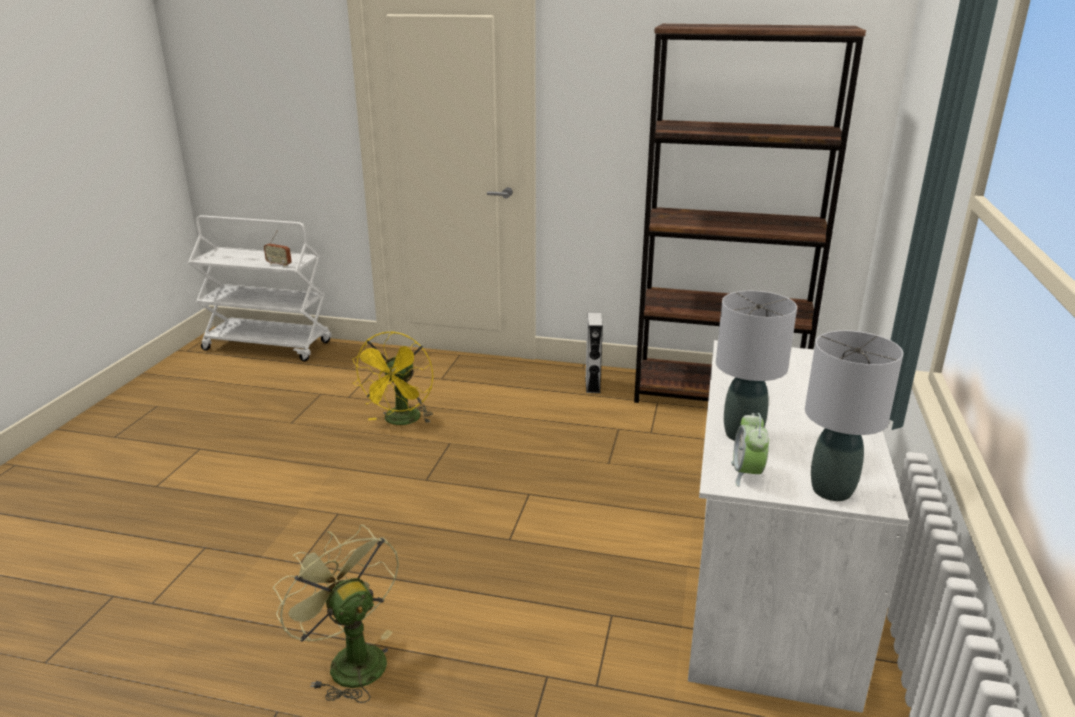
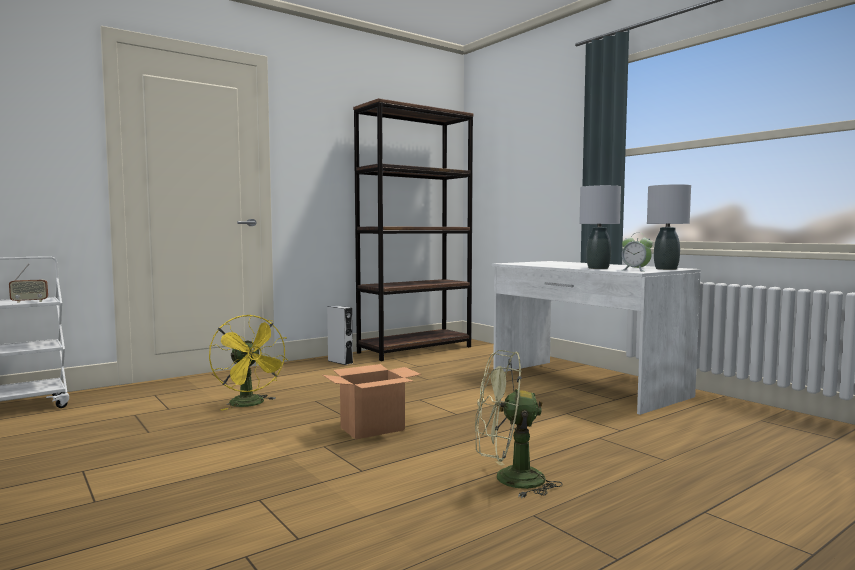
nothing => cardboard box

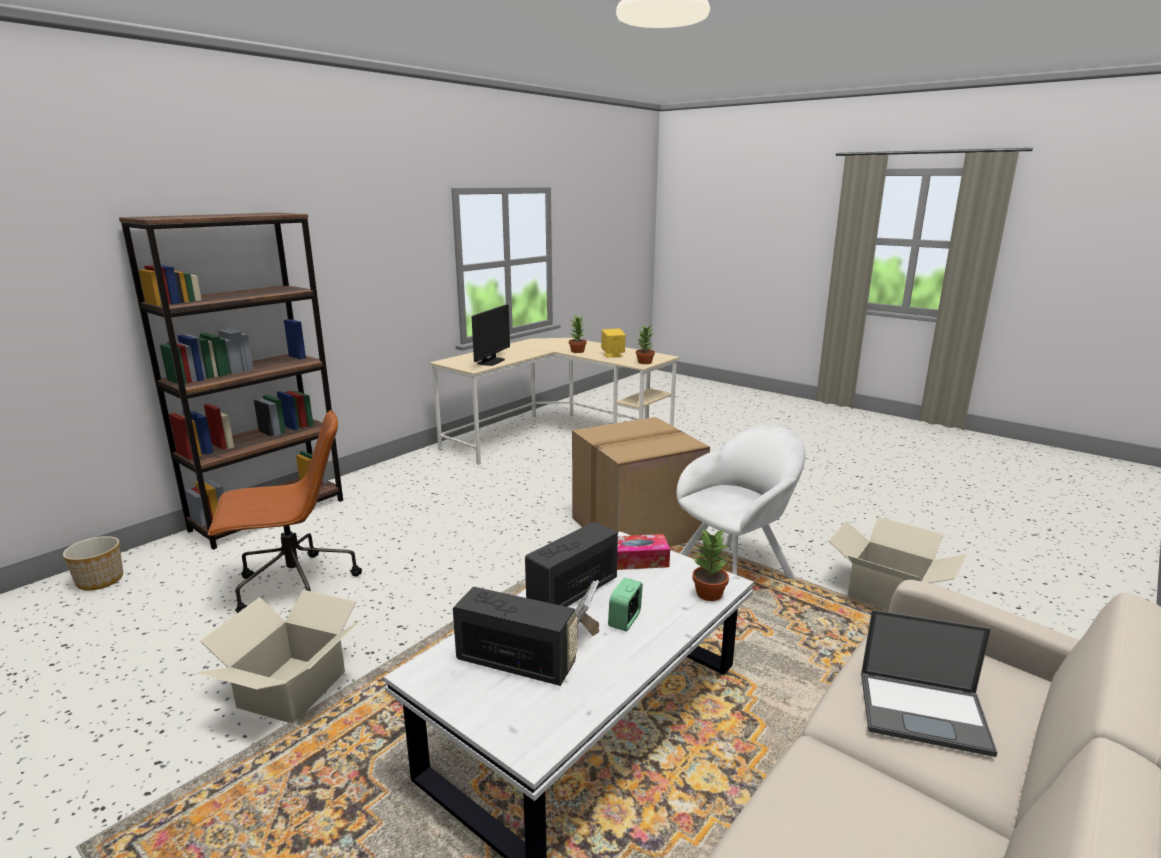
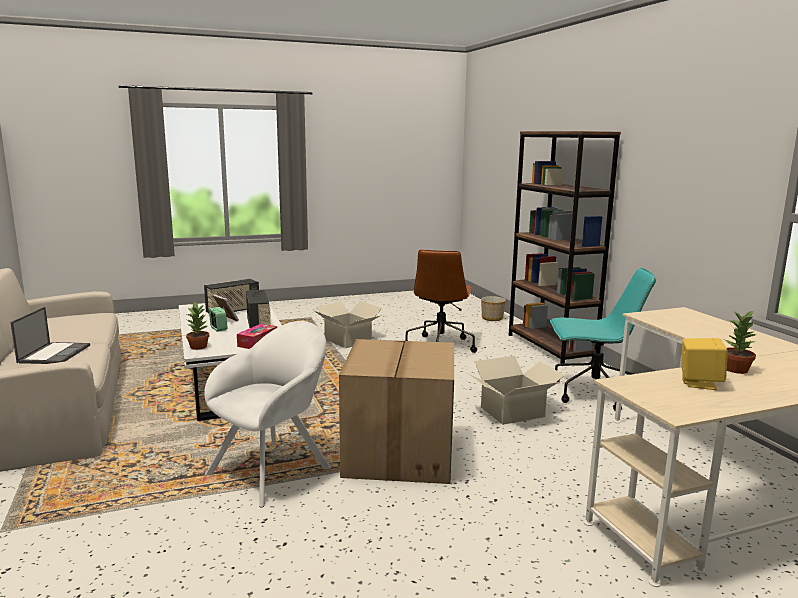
monitor => nothing
potted plant (no. 2 from left) => nothing
white armchair, 135 degrees counterclockwise
cardboard box (no. 3 from left), shifted
laptop, 135 degrees clockwise
nothing => turquoise office chair

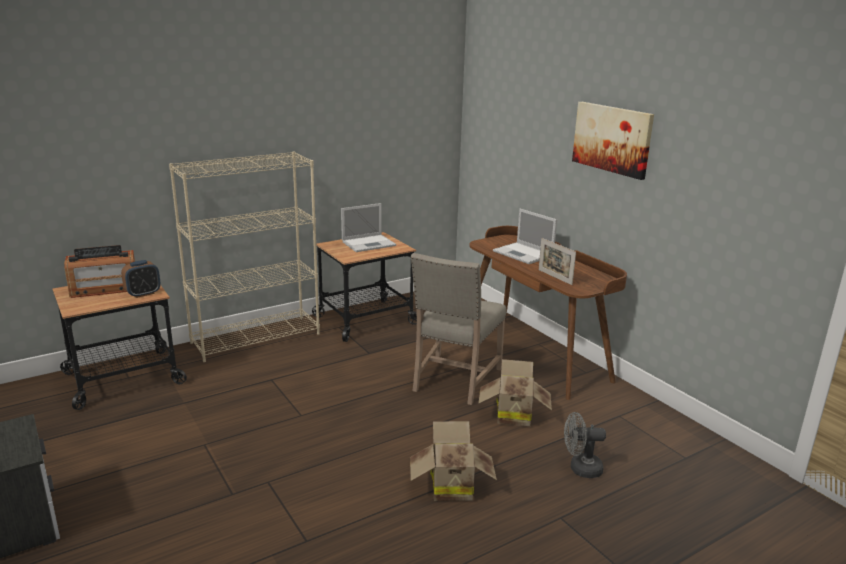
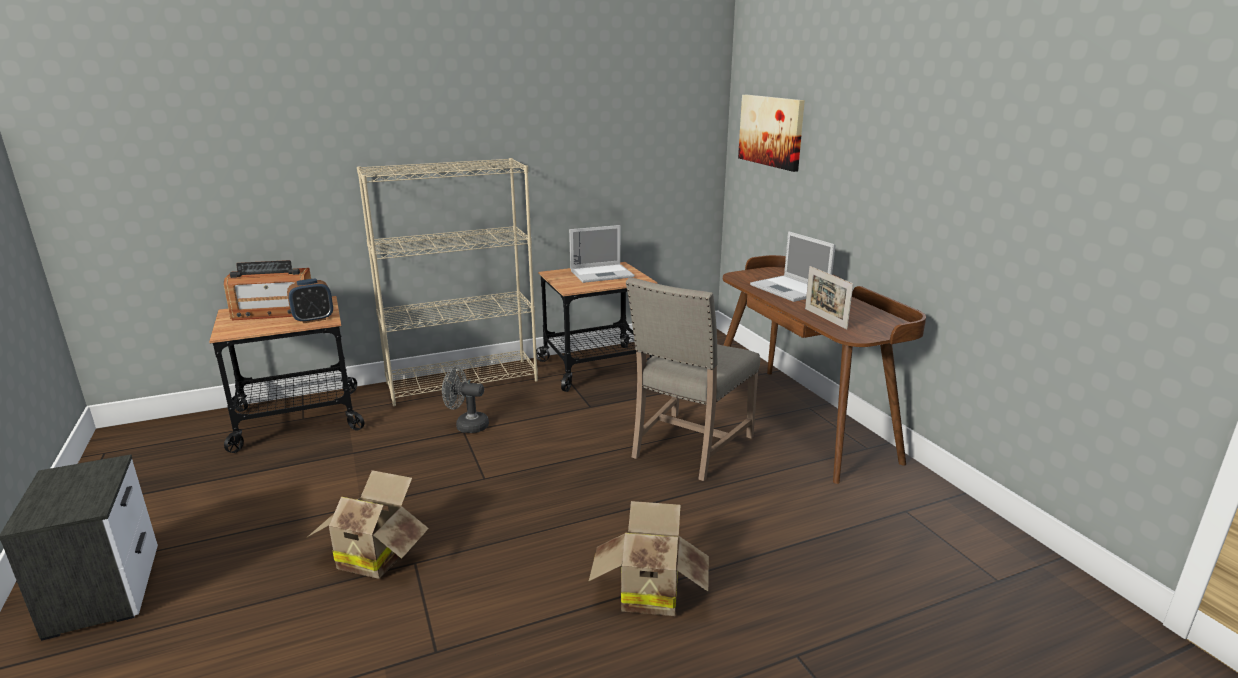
cardboard box (no. 2 from left in the first image) => cardboard box (no. 1 from left), shifted
grey fan, shifted
picture, shifted

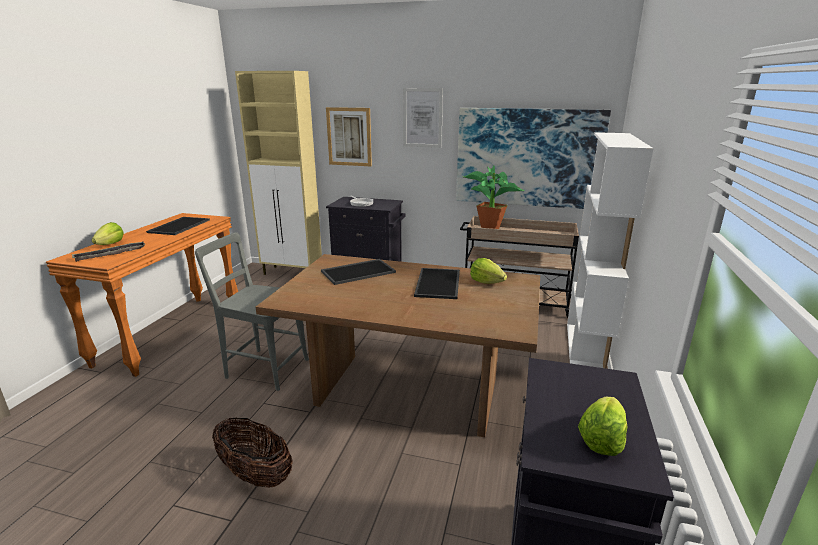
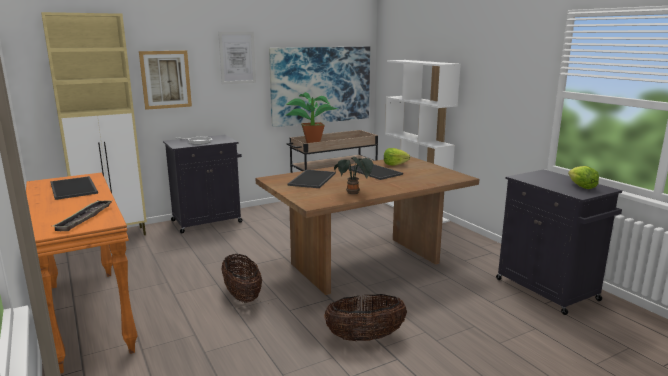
lettuce (no. 1 from left) => nothing
grey chair => basket (no. 1 from left)
nothing => potted plant (no. 2 from left)

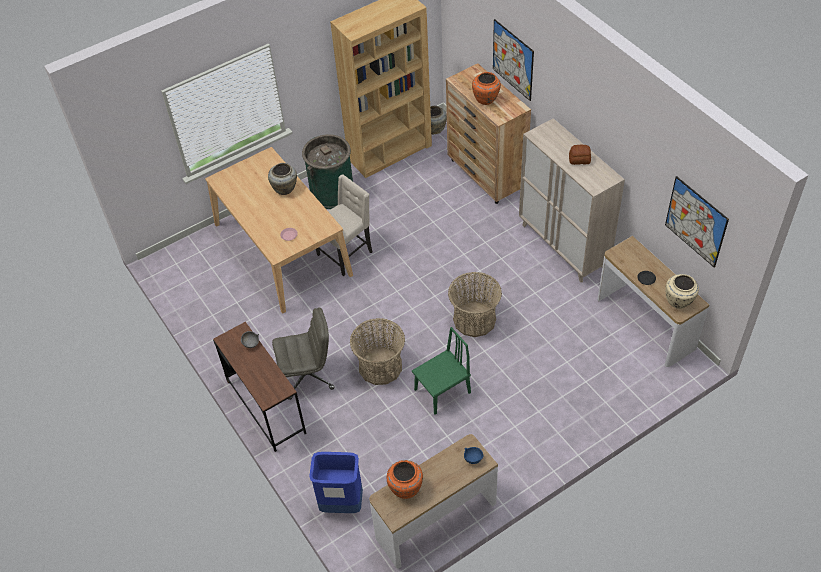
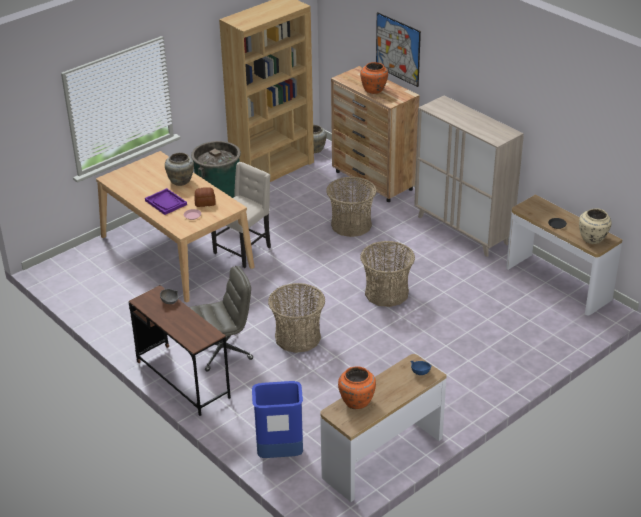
green chair => nothing
bread, shifted
picture (no. 2 from left) => nothing
nothing => purple tray
nothing => basket (no. 2 from left)

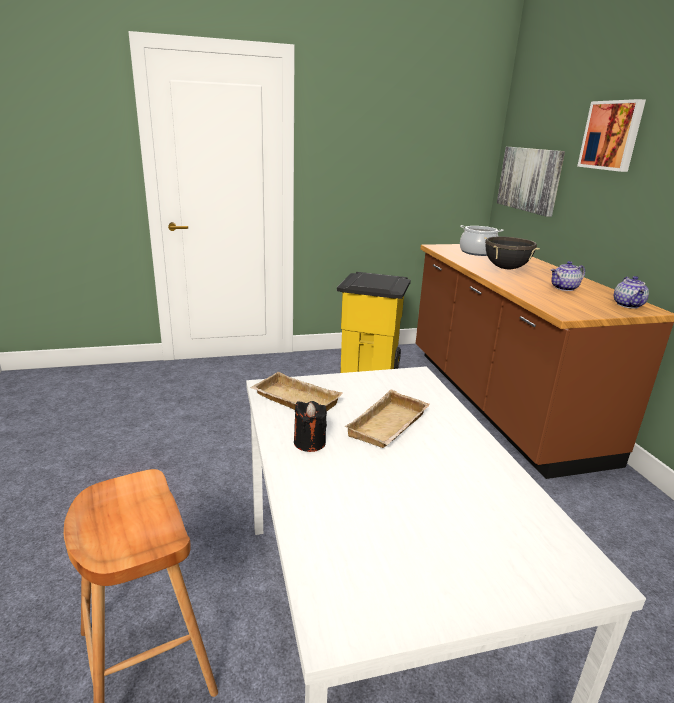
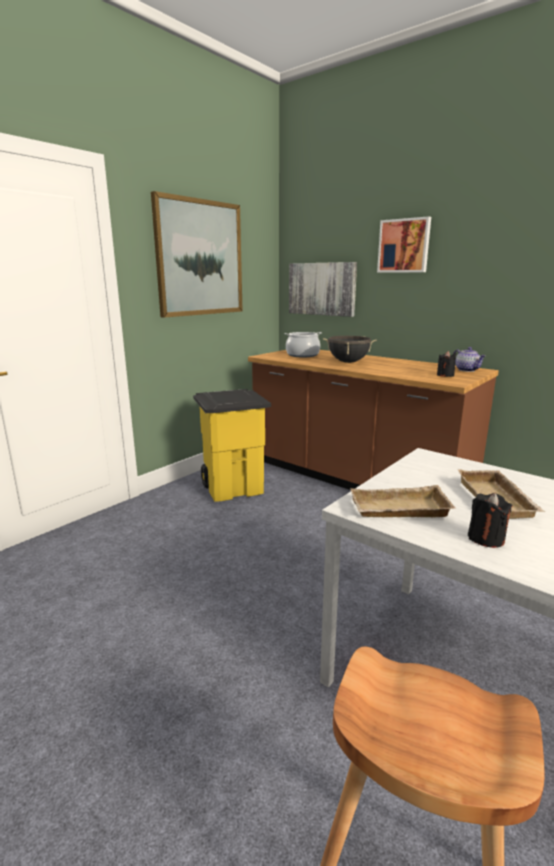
teapot (no. 1 from left) => nothing
nothing => picture (no. 1 from left)
nothing => black candle (no. 1 from left)

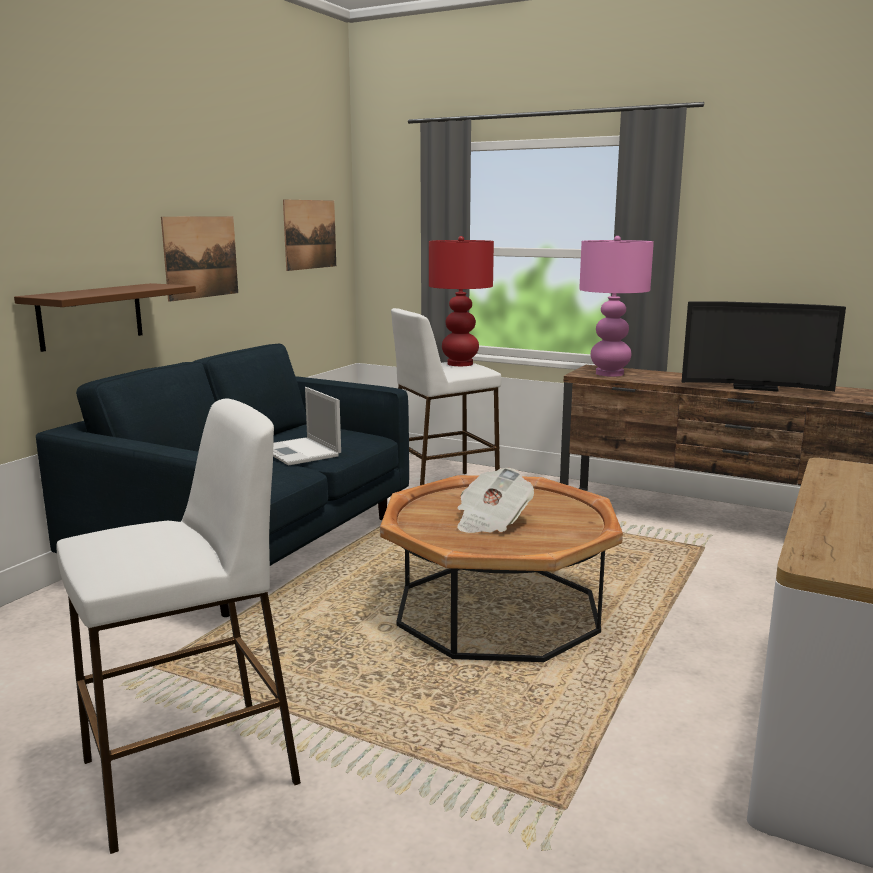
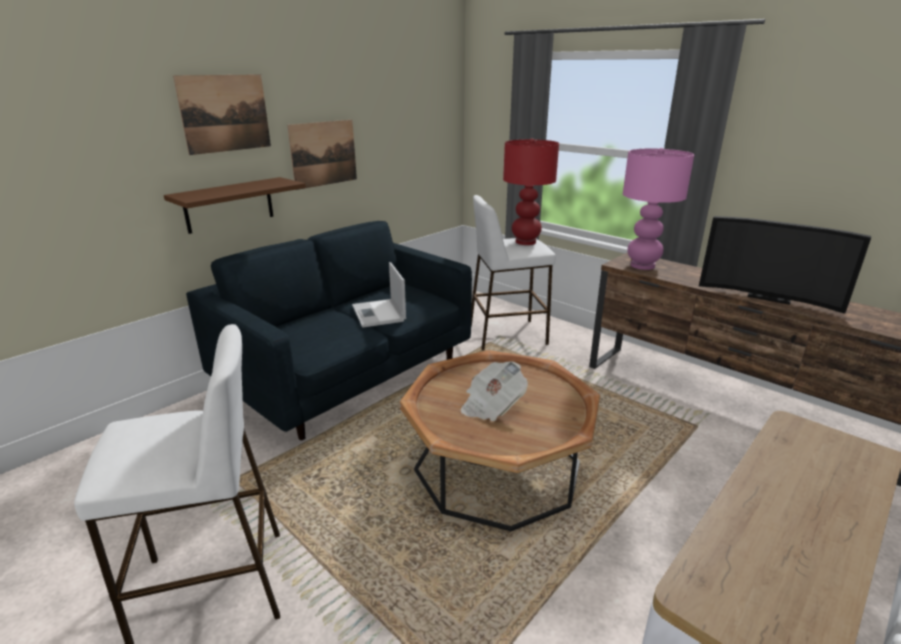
picture (no. 2 from left in the first image) => picture (no. 1 from left), shifted

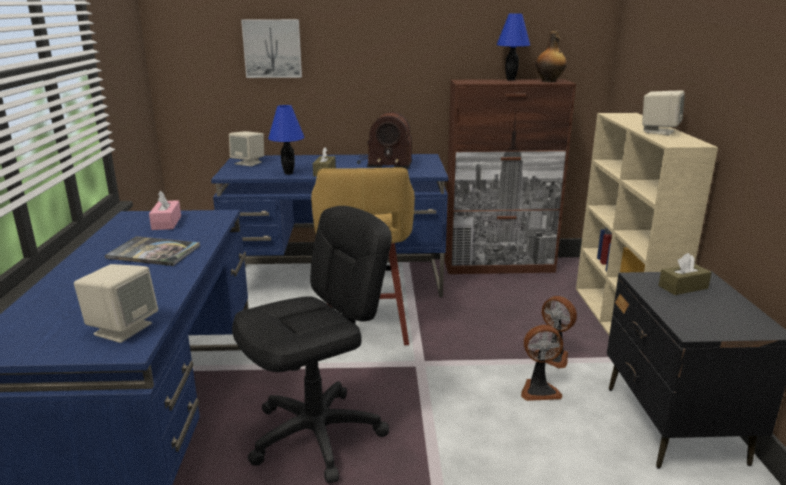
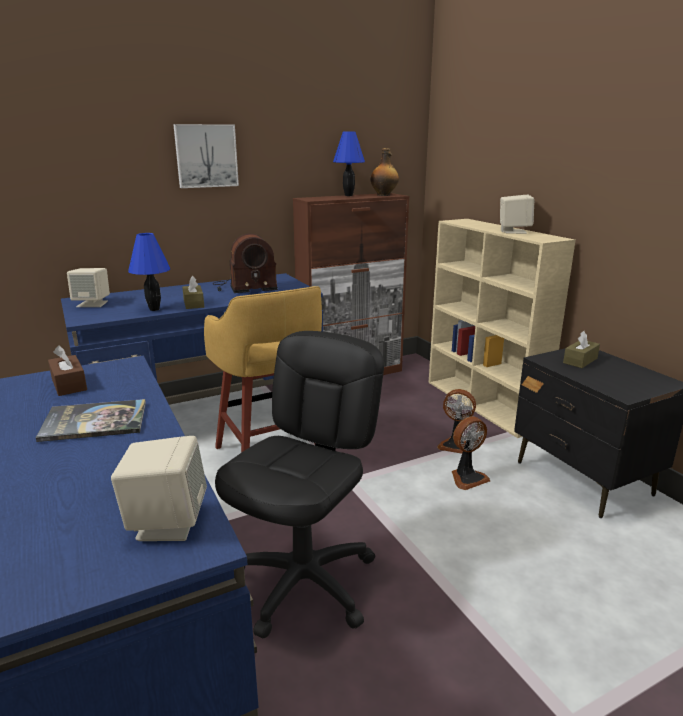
pink tissue box => brown tissue box (no. 1 from left)
picture, shifted

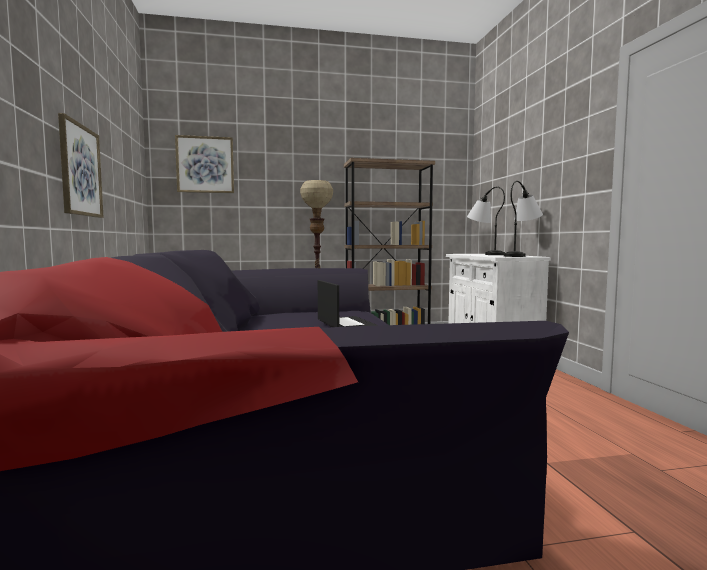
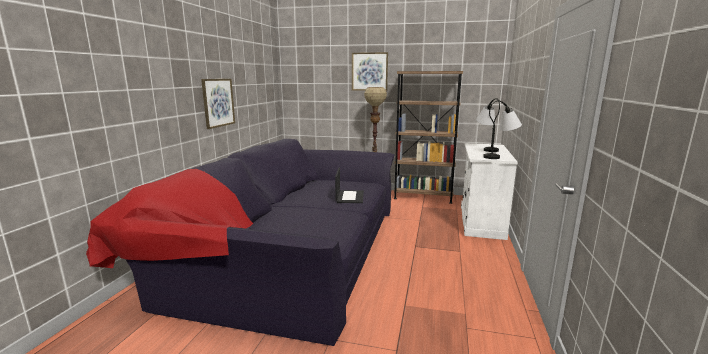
picture (no. 2 from left), shifted

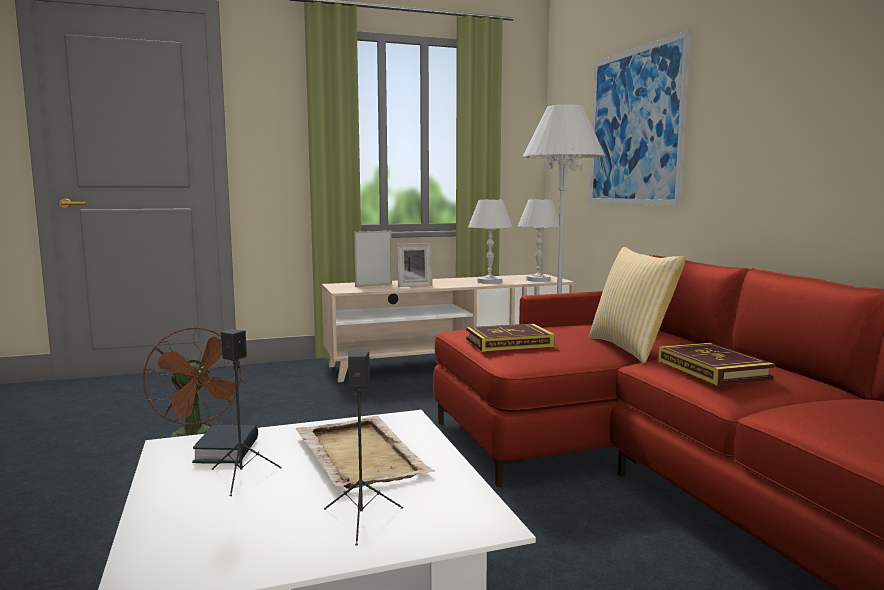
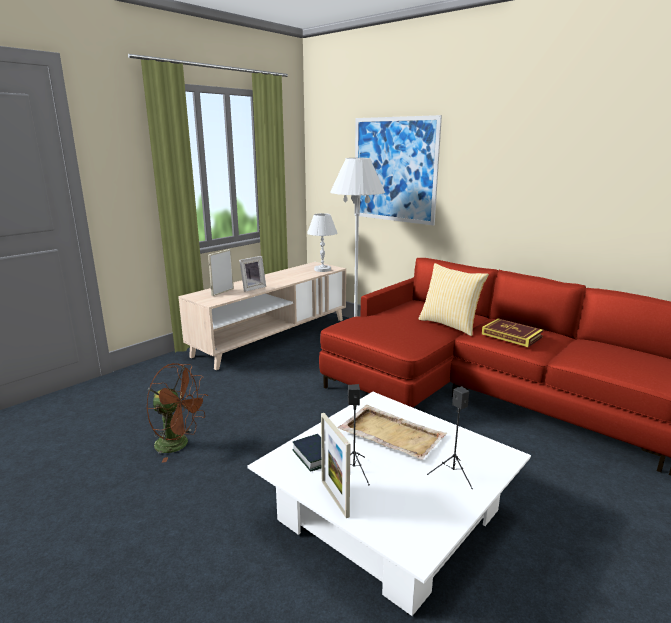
book (no. 2 from left) => nothing
white table lamp (no. 1 from left) => nothing
nothing => picture frame (no. 3 from left)

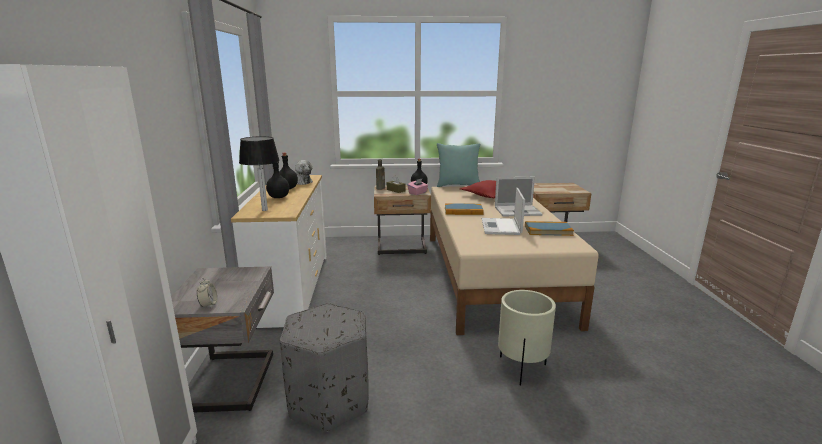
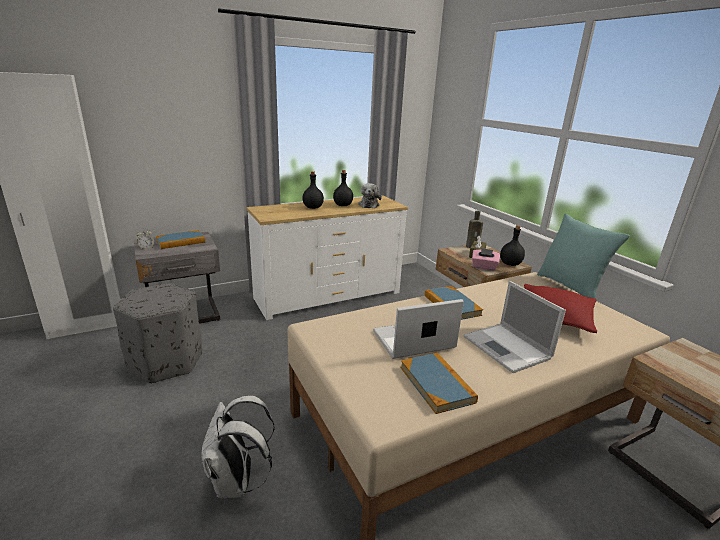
table lamp => nothing
beige planter => white backpack
nothing => book (no. 1 from left)

